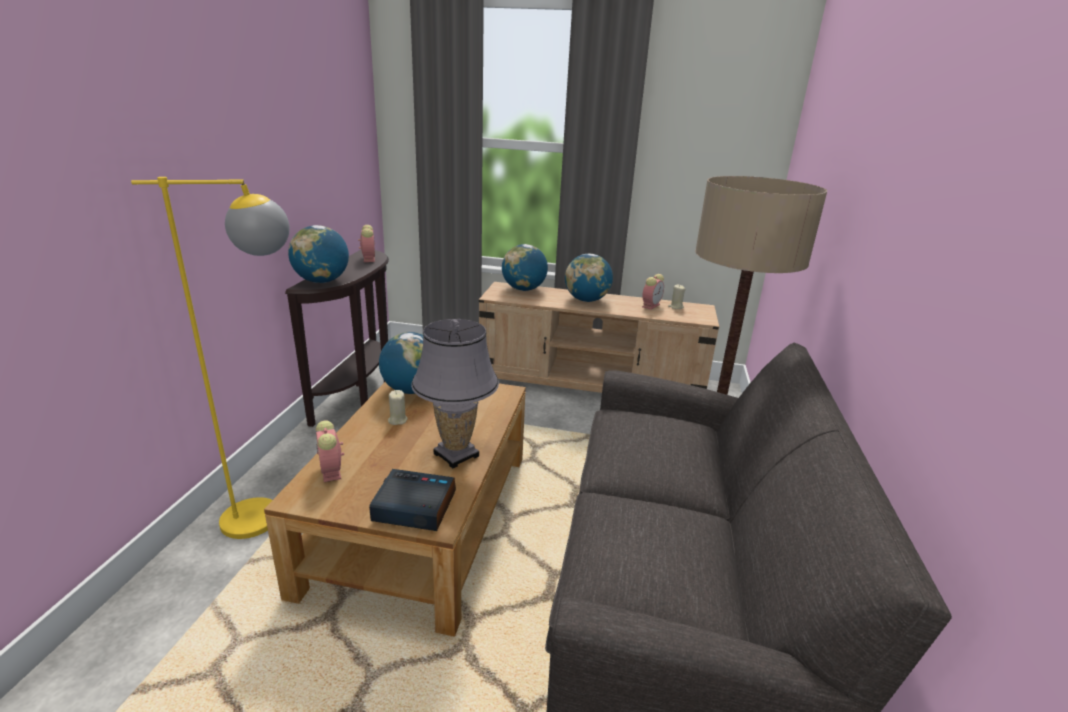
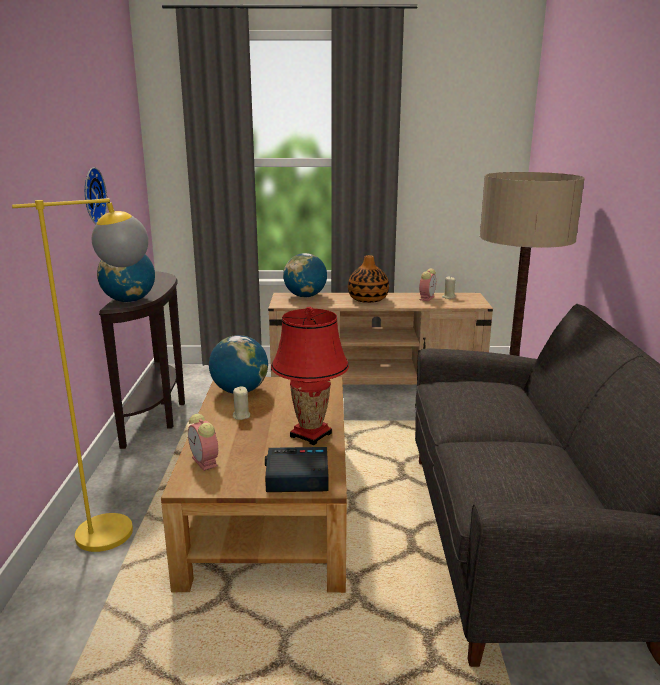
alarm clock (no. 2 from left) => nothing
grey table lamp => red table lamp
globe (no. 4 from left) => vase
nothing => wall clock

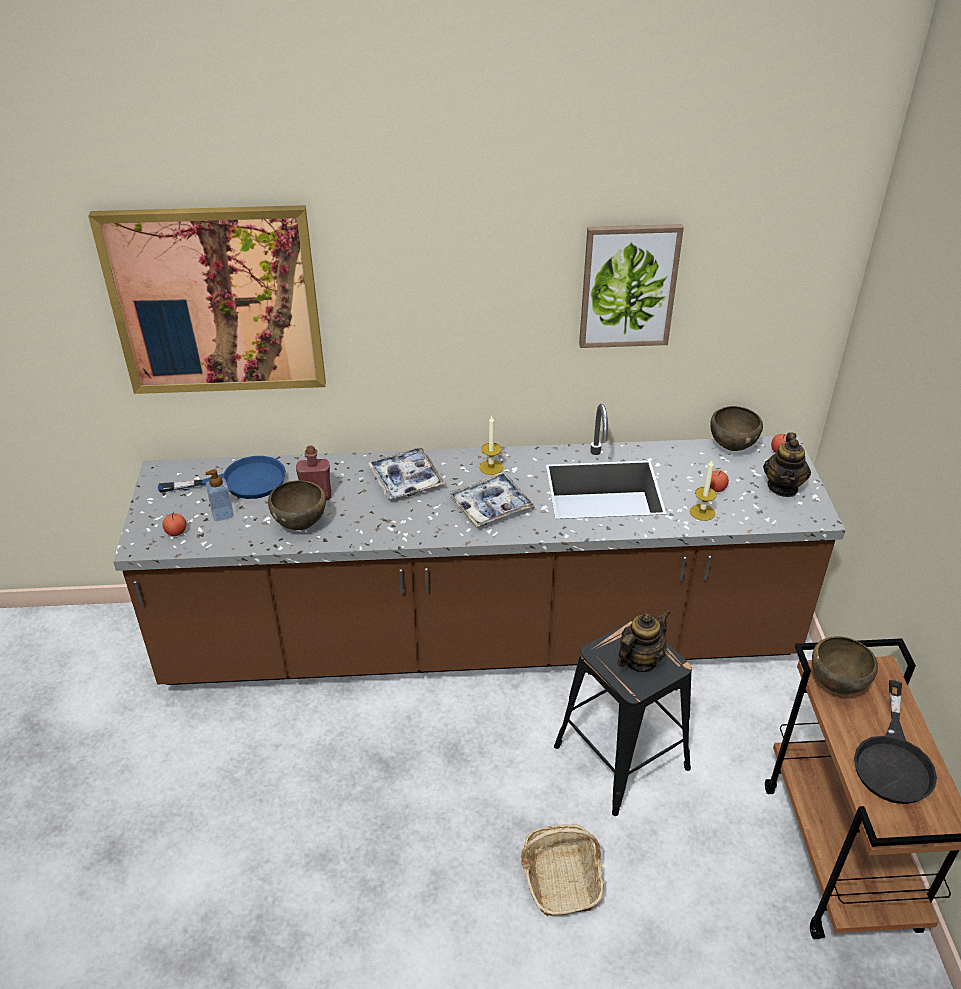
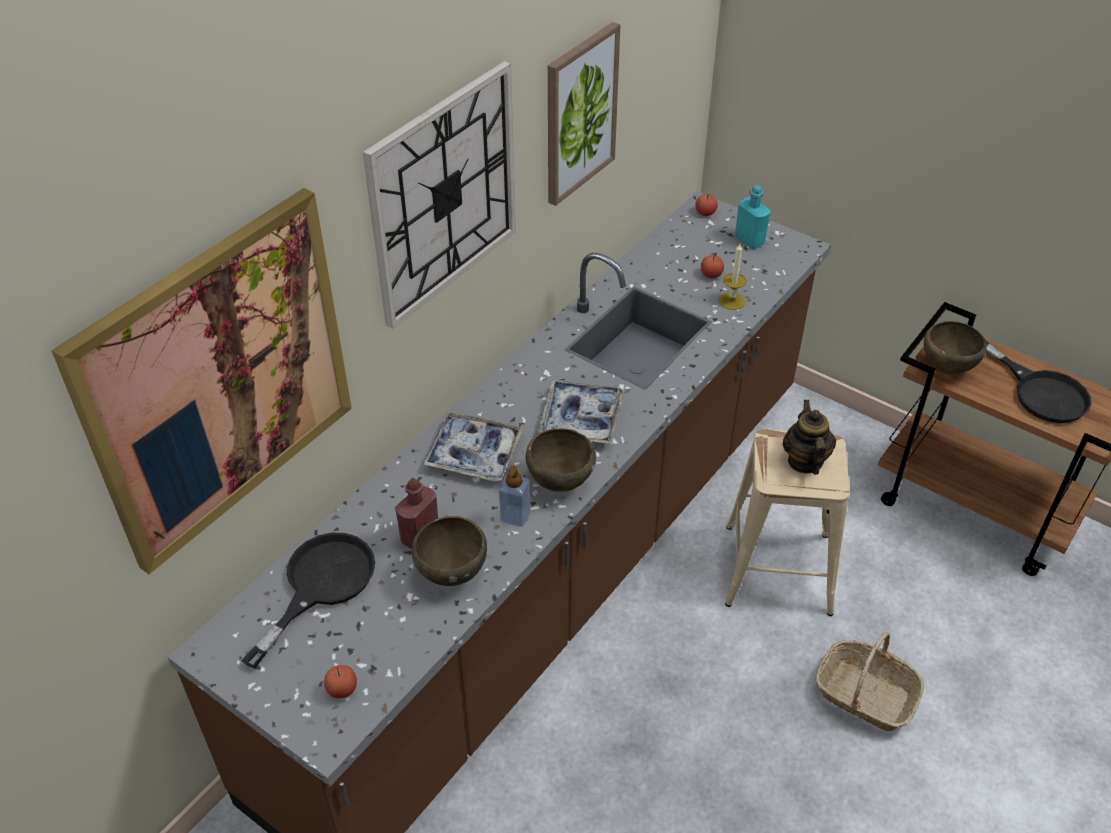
blue frying pan => black frying pan (no. 1 from left)
soap dispenser, shifted
candle (no. 1 from left) => nothing
black stool => beige stool
brown bowl (no. 2 from left), shifted
teapot (no. 2 from left) => turquoise bottle
nothing => wall clock

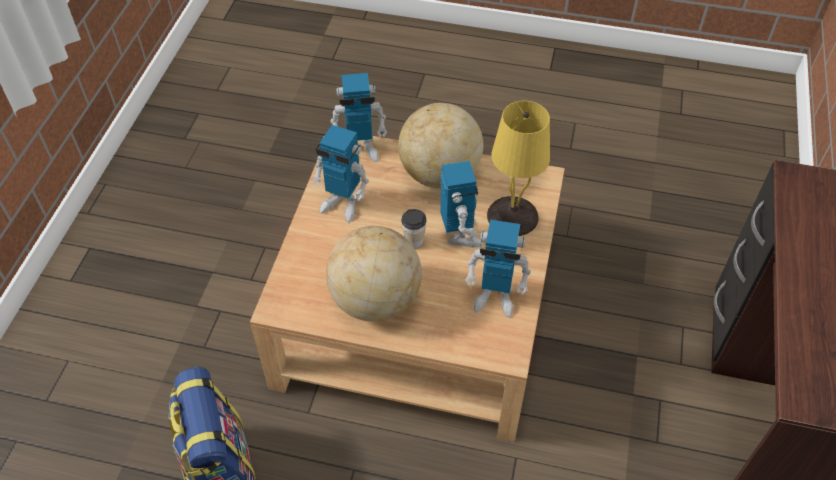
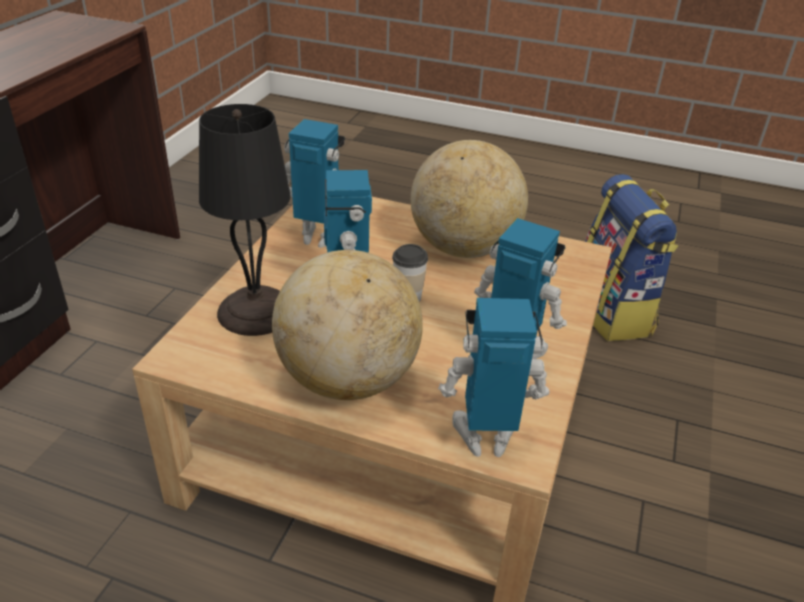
yellow table lamp => black table lamp

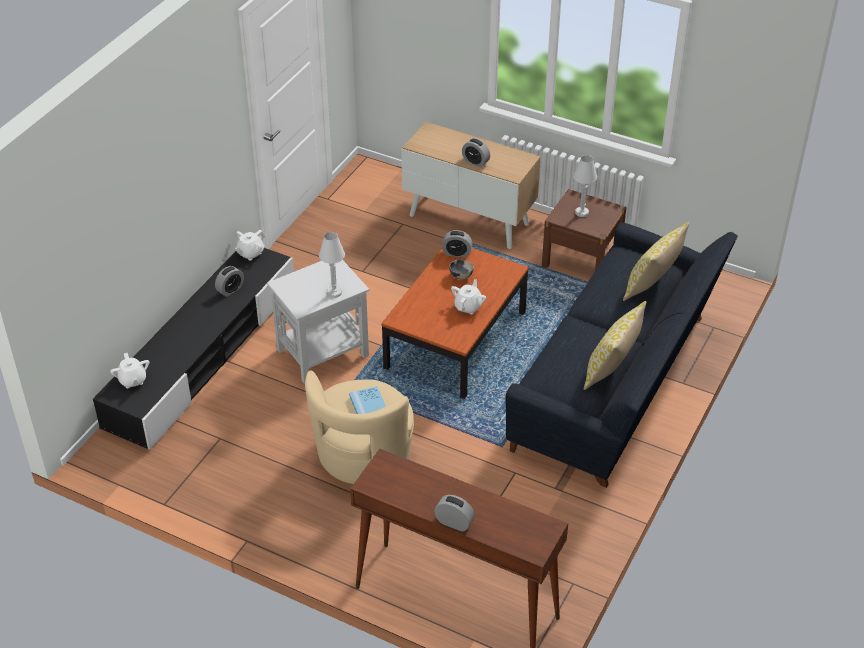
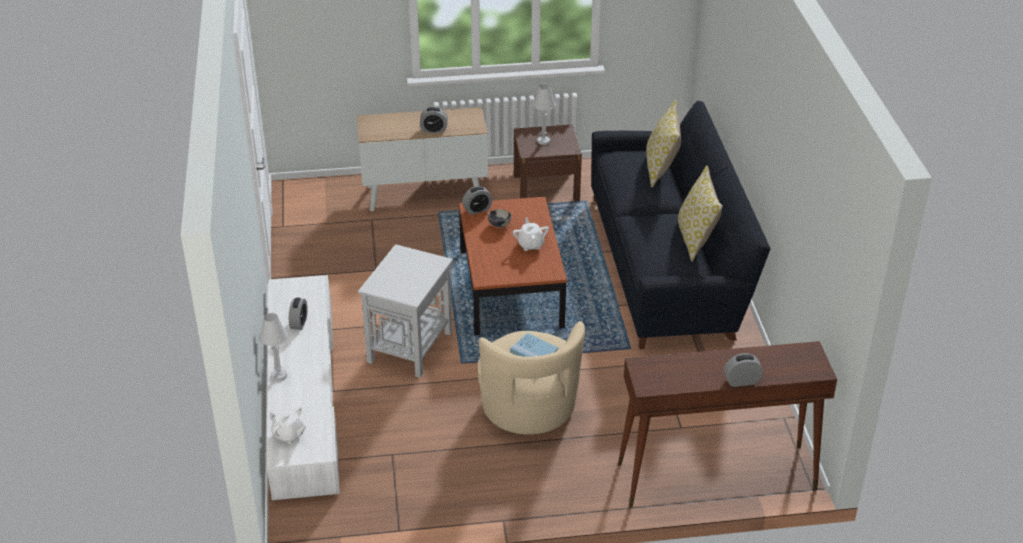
black tv stand => white tv stand
white teapot (no. 2 from left) => nothing
white table lamp (no. 1 from left), shifted

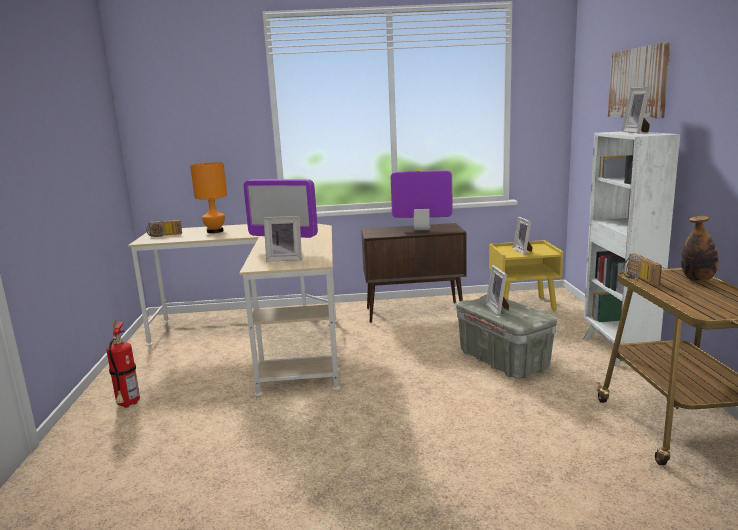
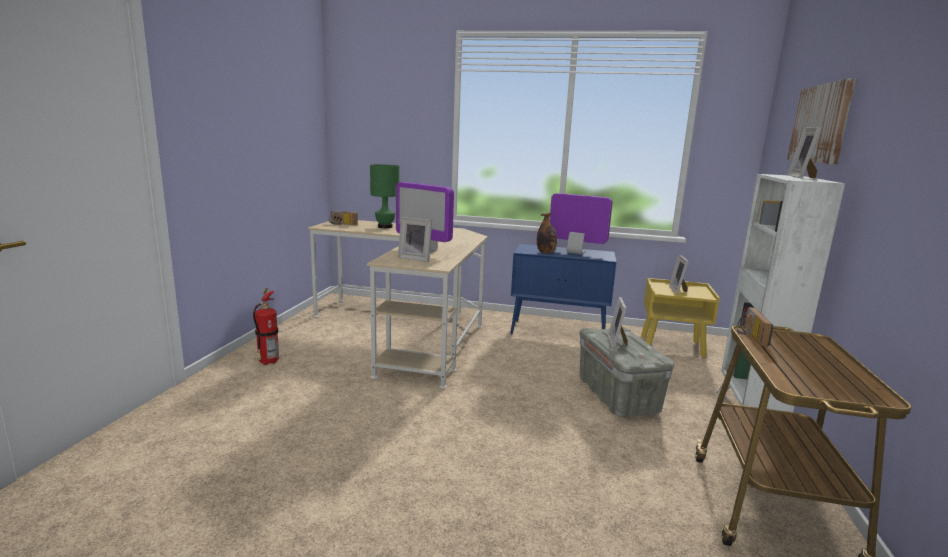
orange table lamp => green table lamp
brown cabinet => blue cabinet
bottle, shifted

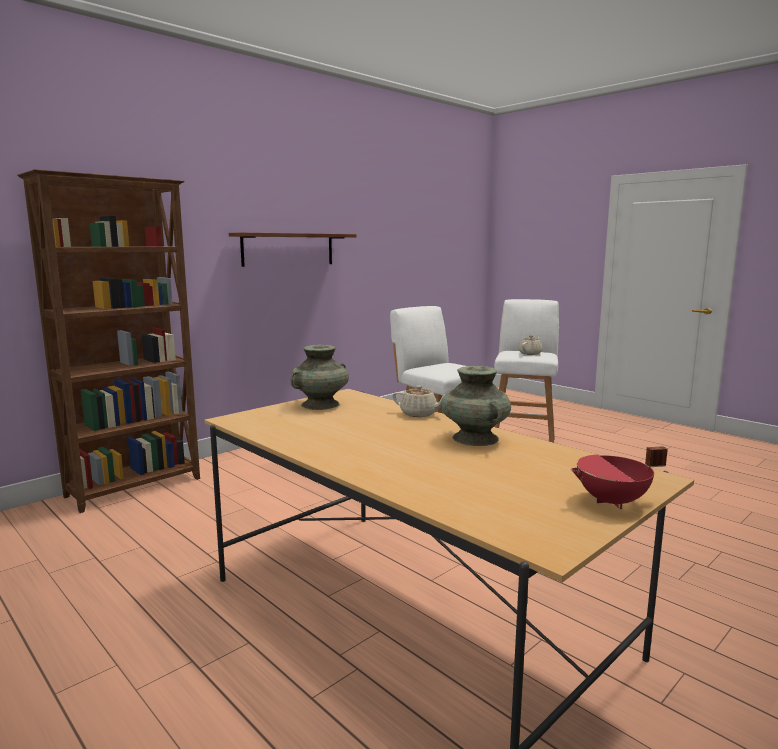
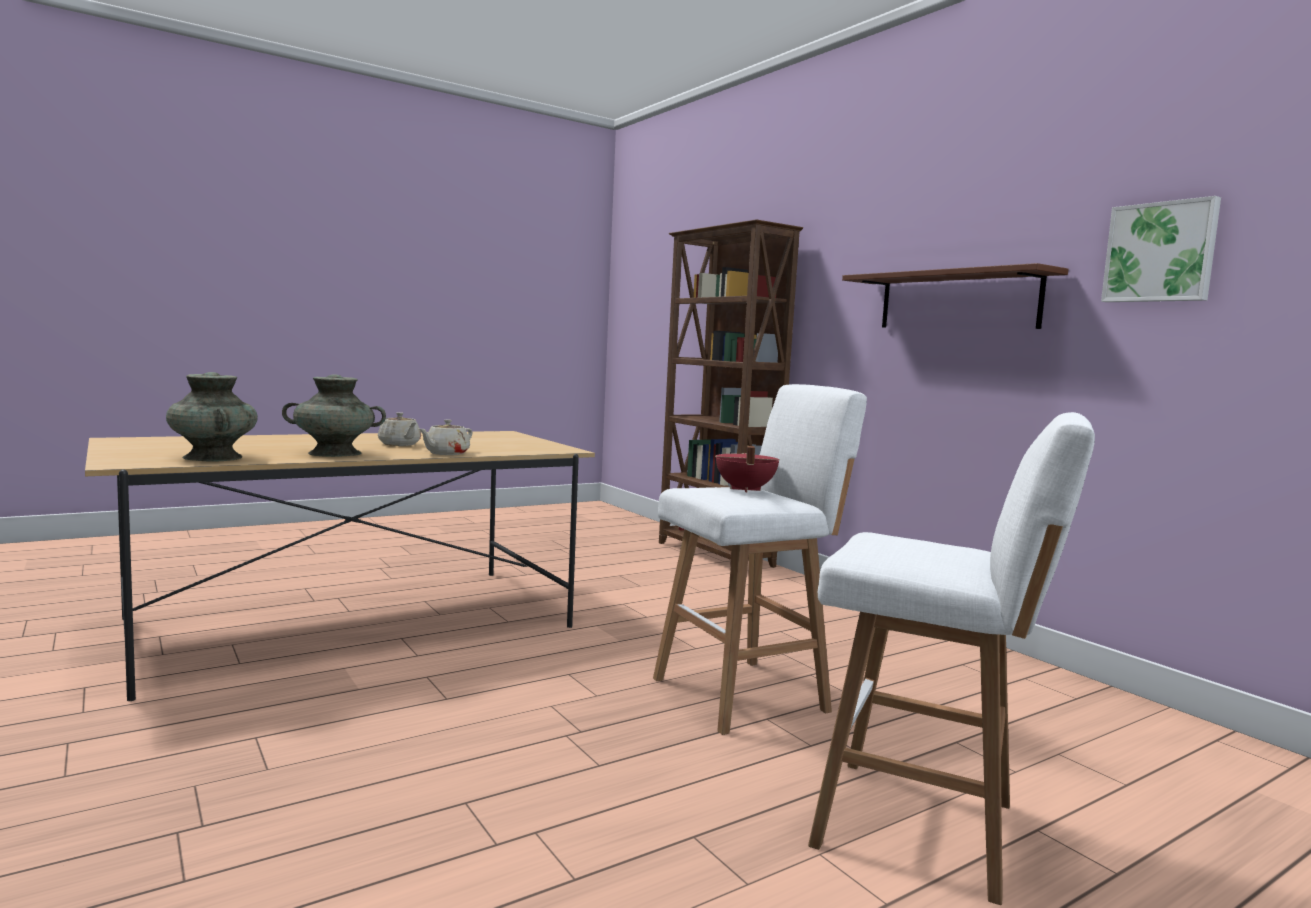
turquoise vase (no. 1 from left), shifted
beige teapot (no. 2 from left in the first image) => beige teapot (no. 1 from left), shifted
red cooking pot, shifted
nothing => picture

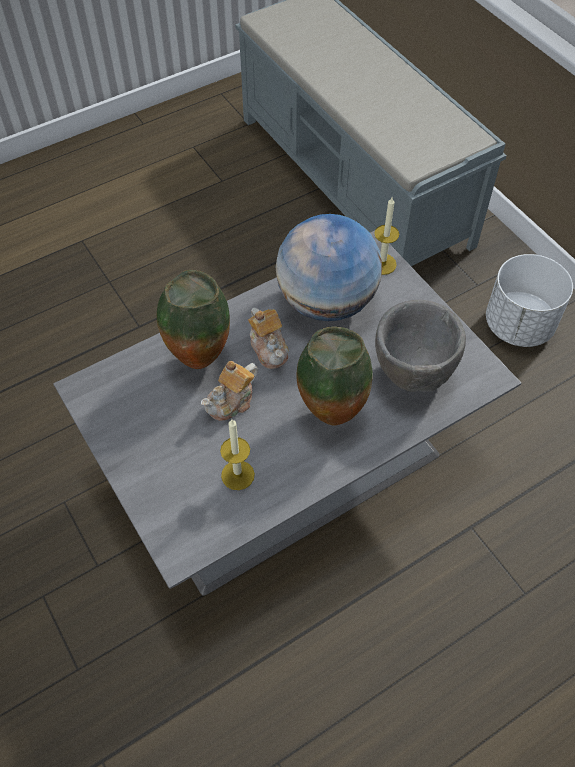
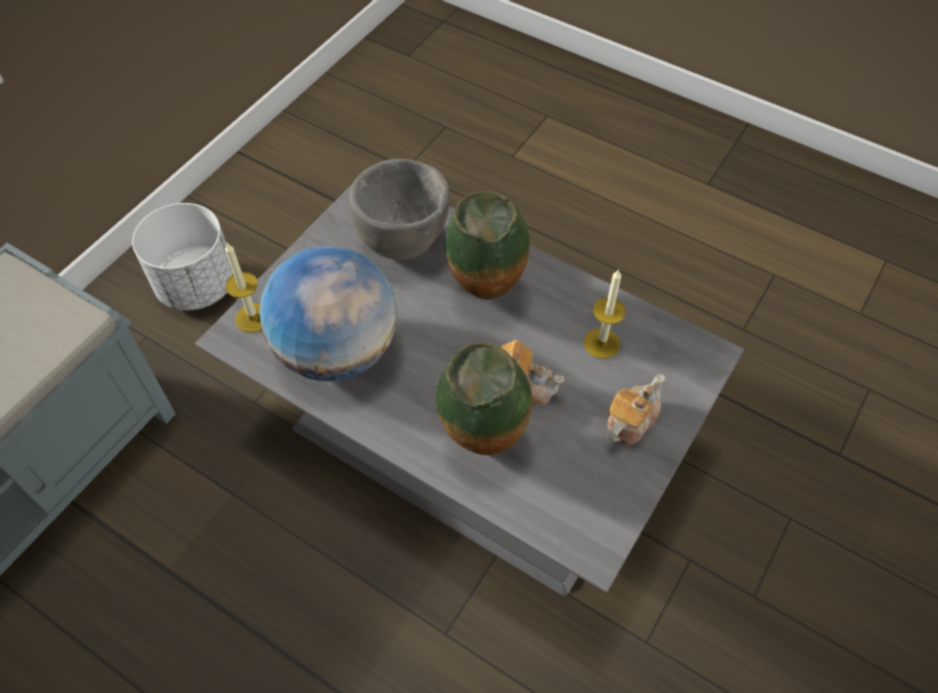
teapot (no. 2 from left), shifted

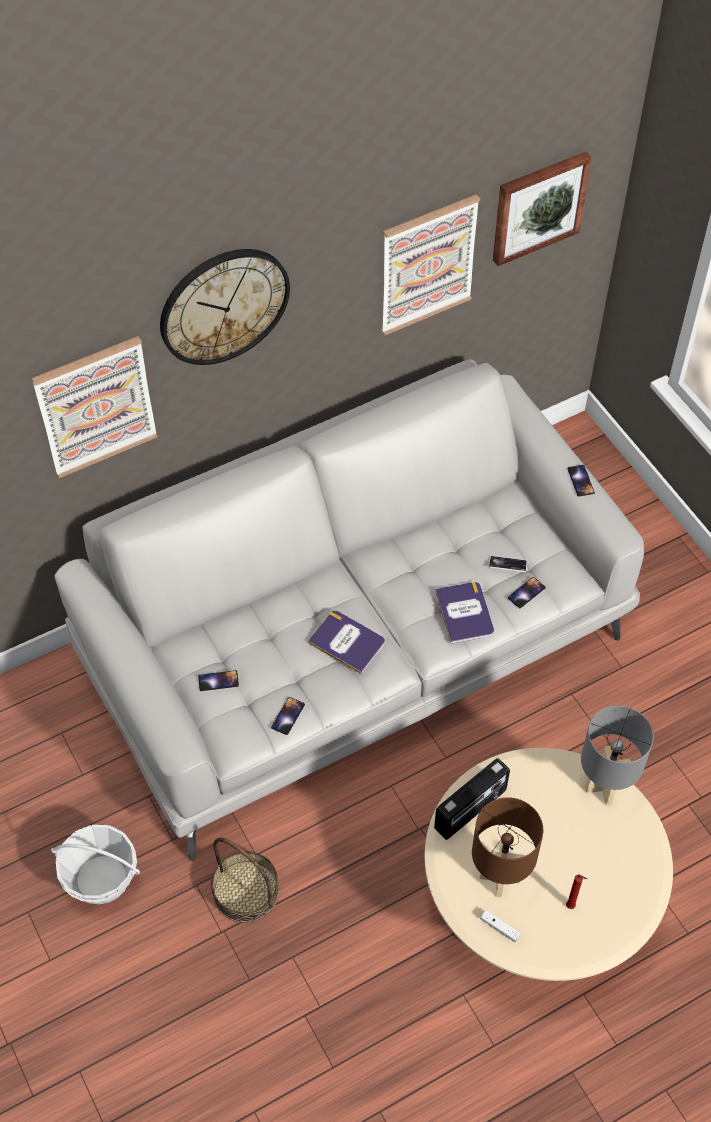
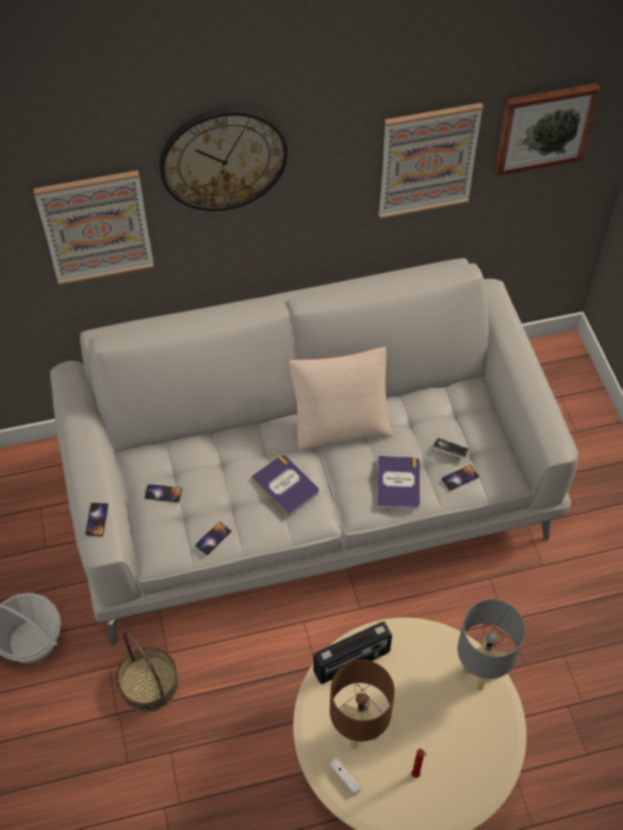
phone (no. 5 from left in the first image) => phone (no. 1 from left), shifted
nothing => beige pillow

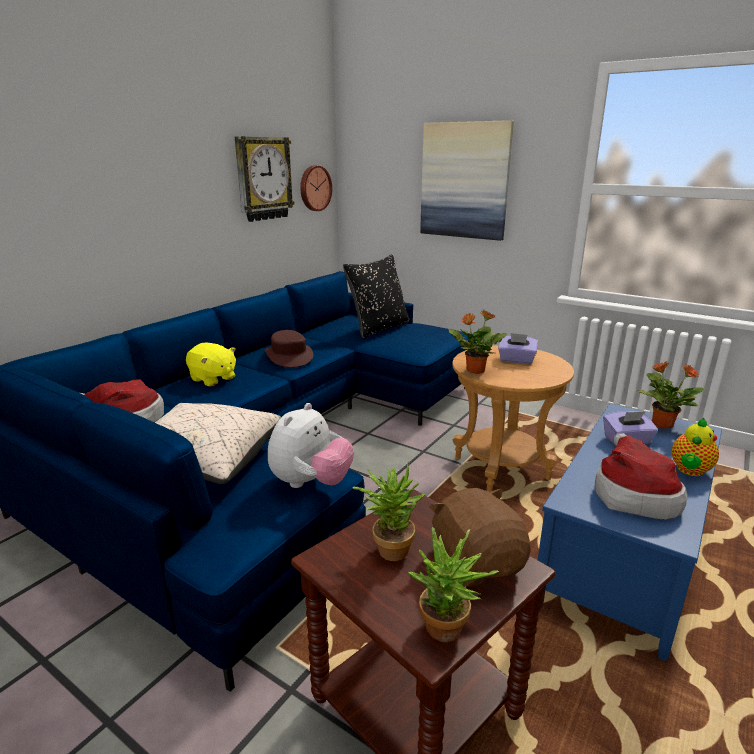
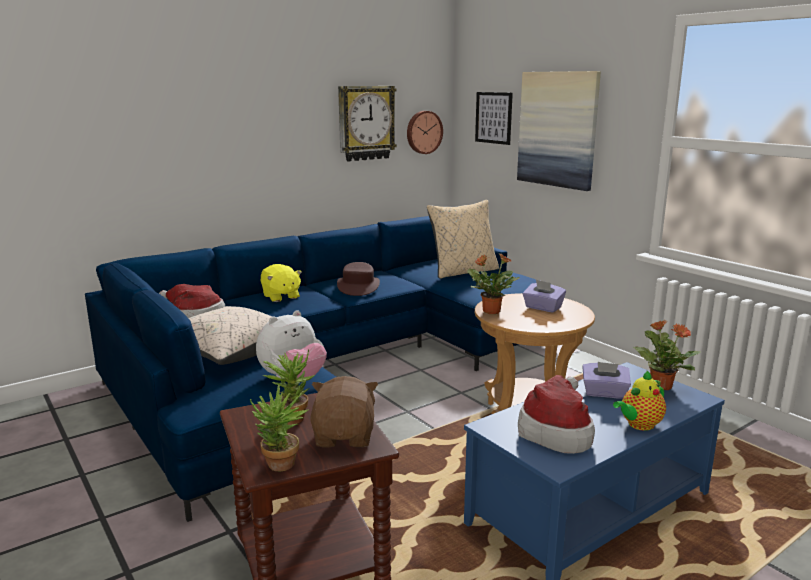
black pillow => beige pillow (no. 2 from left)
nothing => picture (no. 1 from left)

